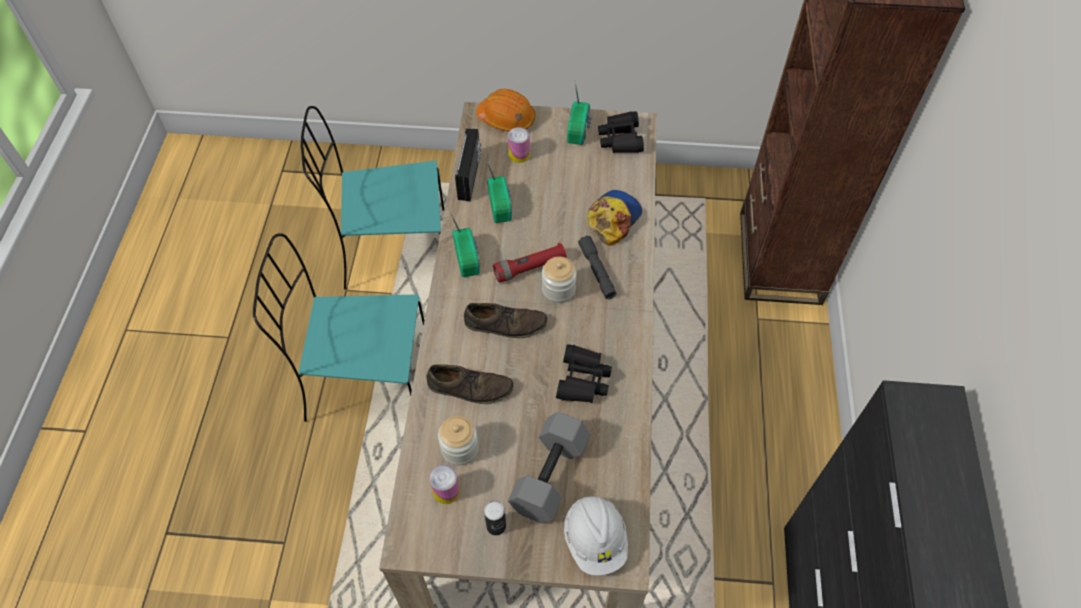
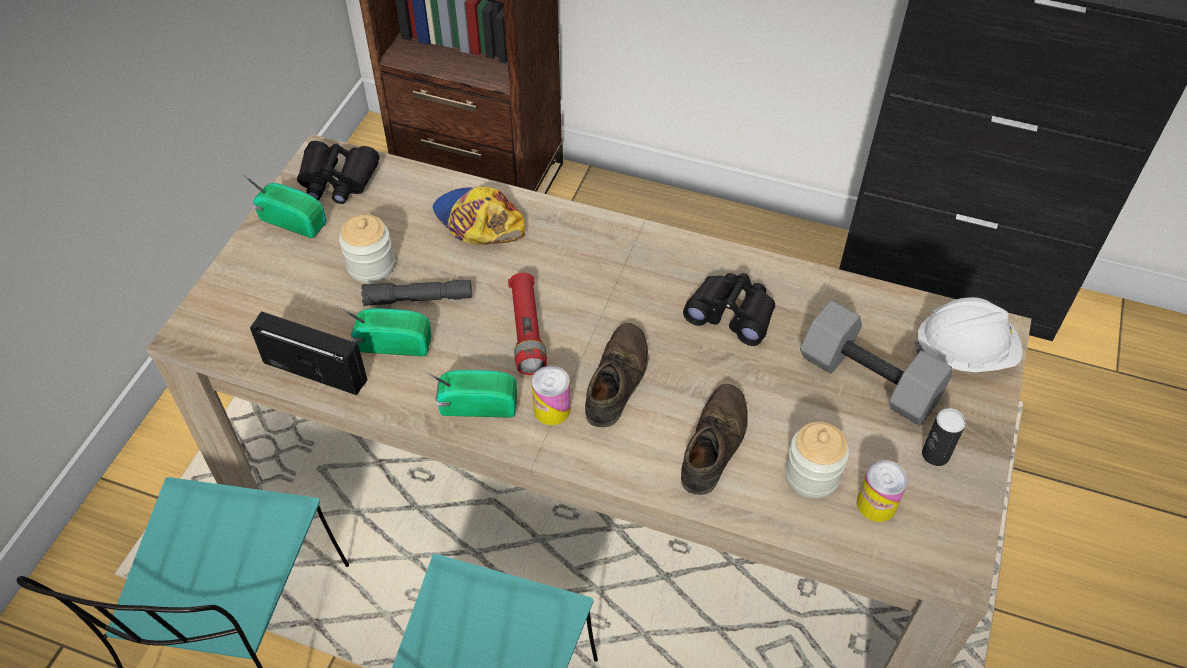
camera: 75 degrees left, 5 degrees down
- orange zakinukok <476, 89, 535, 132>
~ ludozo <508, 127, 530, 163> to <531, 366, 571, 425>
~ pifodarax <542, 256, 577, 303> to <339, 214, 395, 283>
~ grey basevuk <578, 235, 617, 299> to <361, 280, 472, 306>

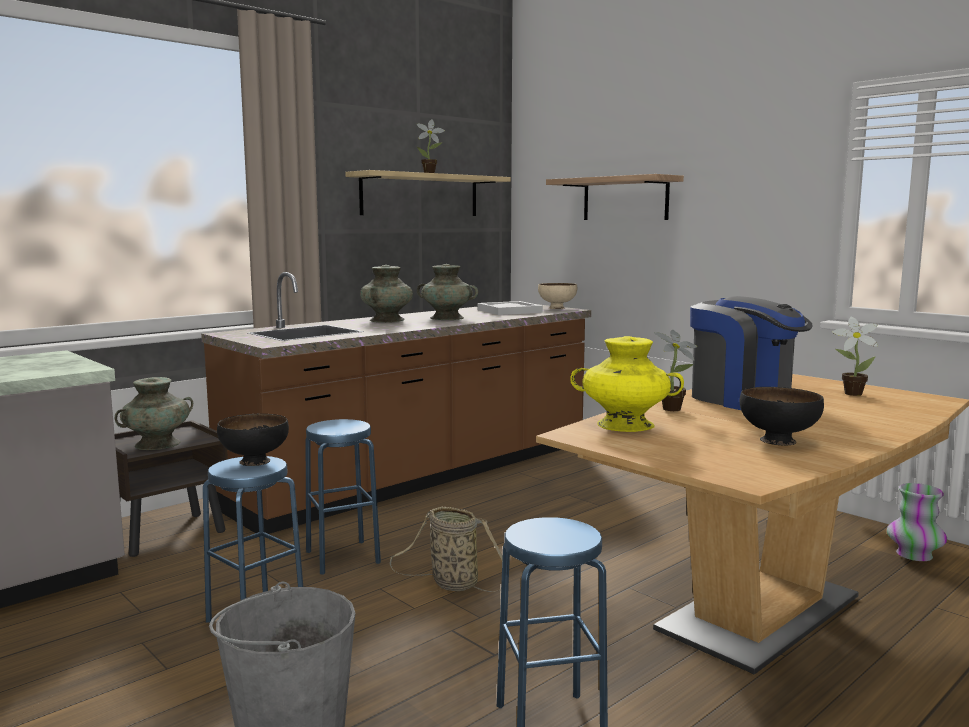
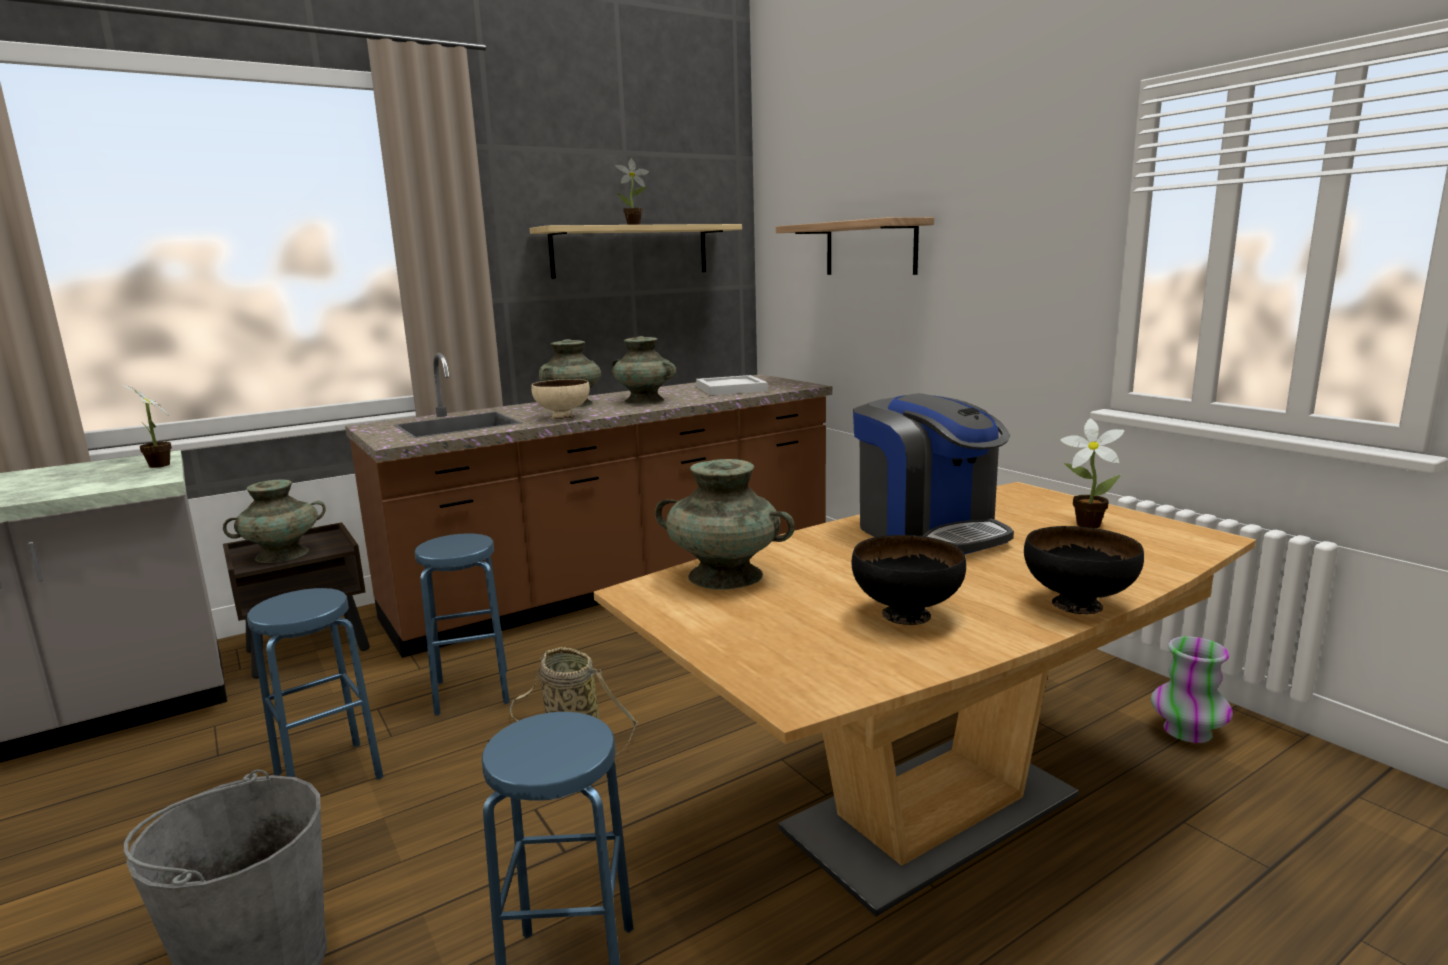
camera: 10 degrees right, 5 degrees up
~ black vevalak <217, 414, 289, 466> to <1024, 526, 1144, 614>
~ beige vevalak <538, 283, 577, 309> to <531, 379, 590, 420>
~ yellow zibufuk <570, 336, 684, 432> to turquoise zibufuk <655, 459, 795, 589>
~ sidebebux <654, 330, 697, 411> to <122, 385, 172, 468>

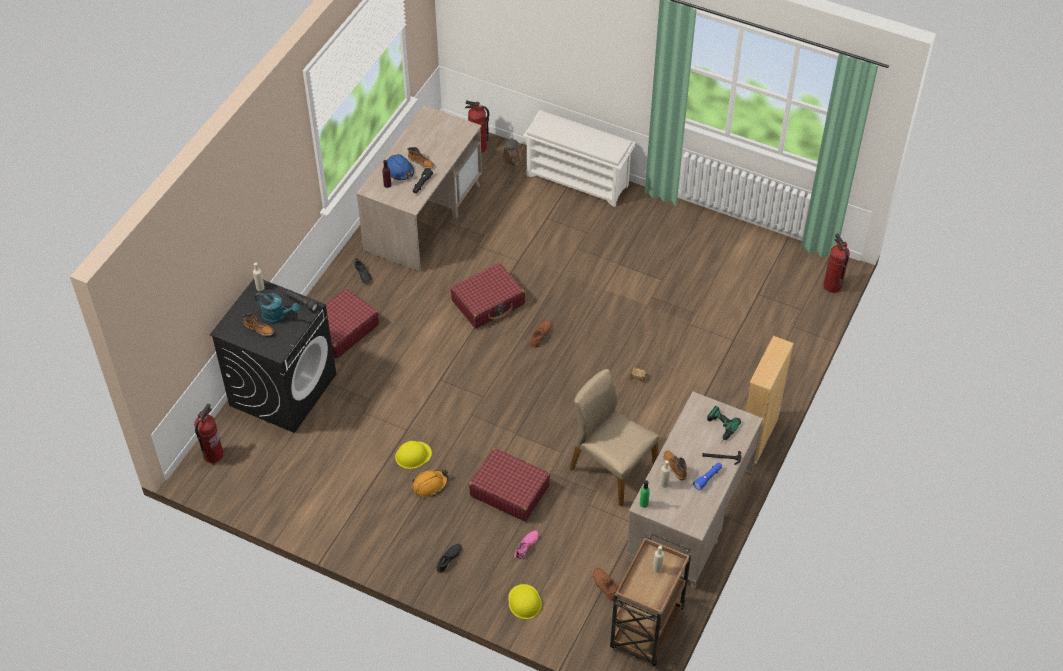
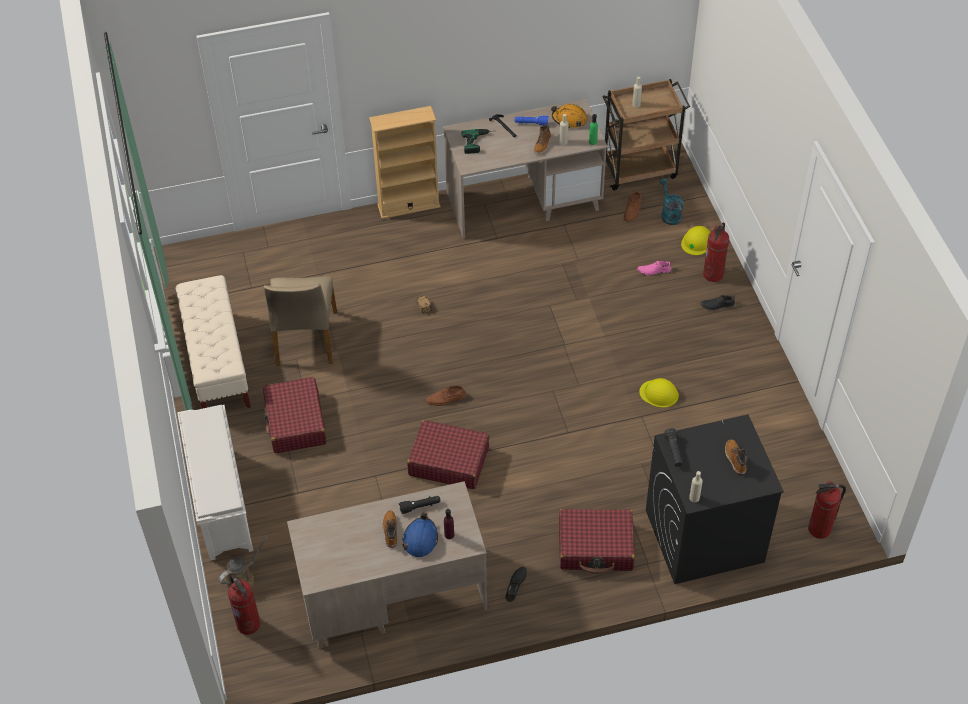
camera: 130 degrees left, 0 degrees up
~ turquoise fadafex <254, 292, 300, 324> to <659, 178, 684, 225>
~ orange zakinukok <412, 470, 448, 497> to <551, 104, 587, 128>
~ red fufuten <469, 448, 550, 521> to <263, 377, 326, 453>
~ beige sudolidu <570, 369, 659, 507> to <264, 276, 337, 366>
~ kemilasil <823, 234, 850, 293> to <703, 223, 729, 282>
+ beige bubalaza <176, 275, 251, 409>

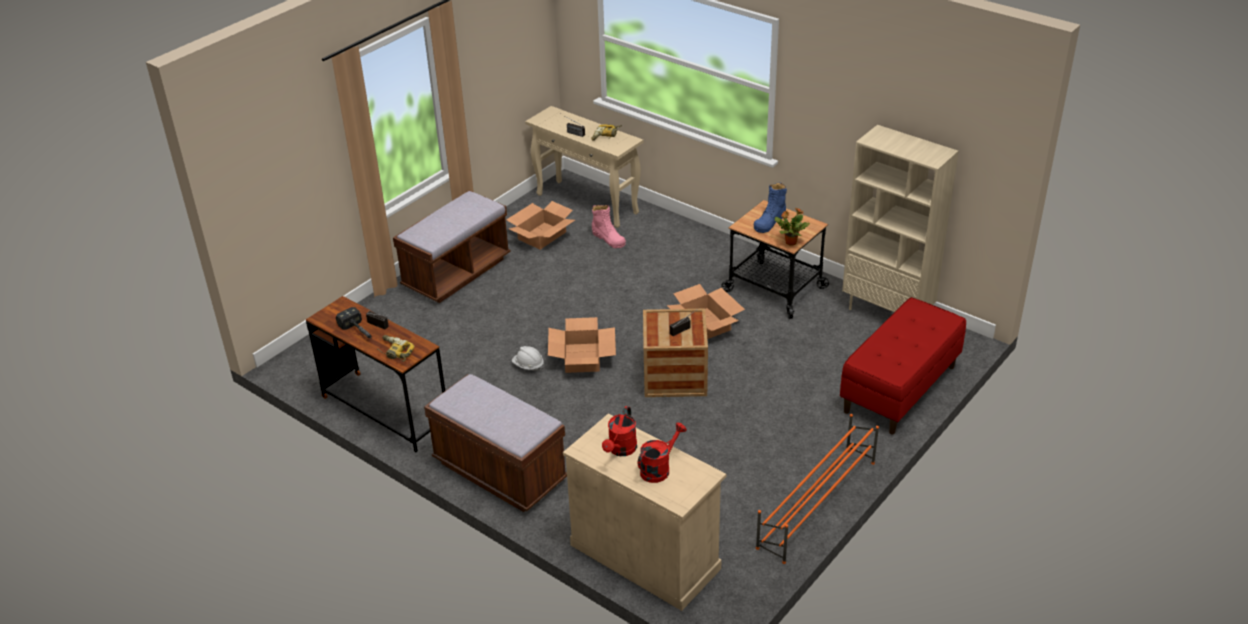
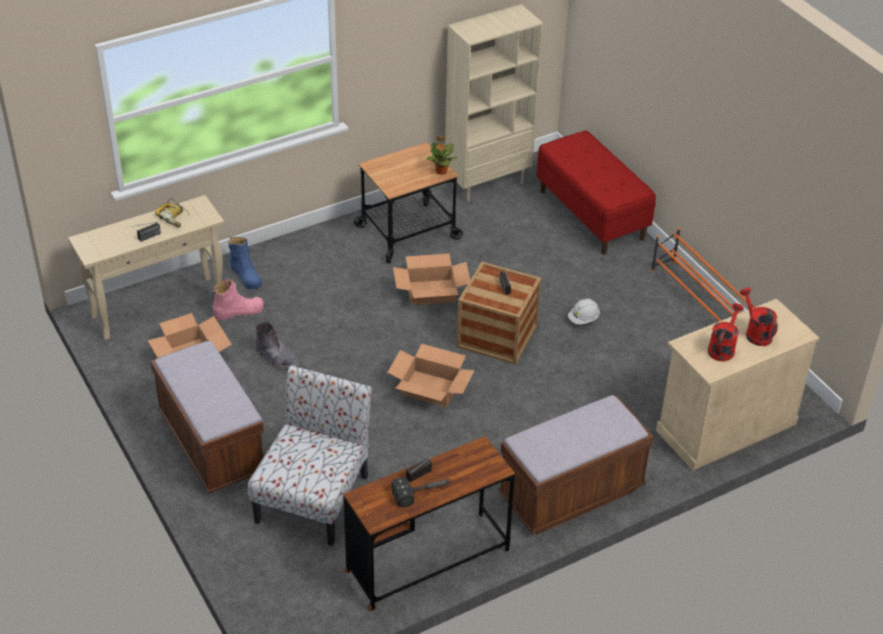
camera: 70 degrees left, 5 degrees up
- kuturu <378, 335, 415, 362>
~ white zakinukok <512, 346, 544, 371> to <568, 299, 600, 325>
~ red fadafex <602, 406, 637, 456> = <708, 303, 744, 361> 105 degrees counterclockwise
~ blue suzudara <754, 182, 787, 233> to <228, 237, 262, 289>
+ sudolidu <248, 366, 372, 546>
+ grey suzudara <255, 322, 299, 370>

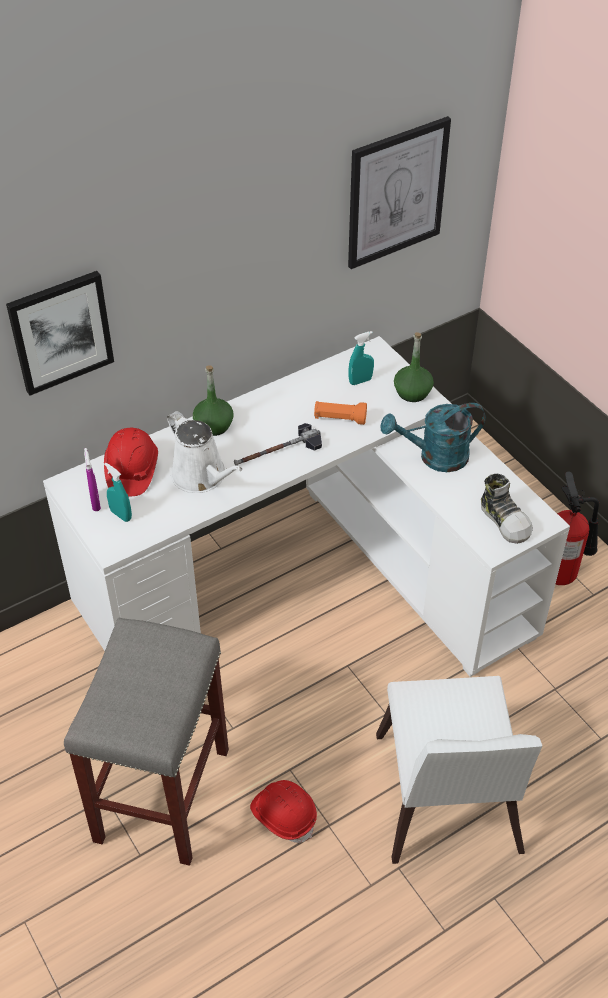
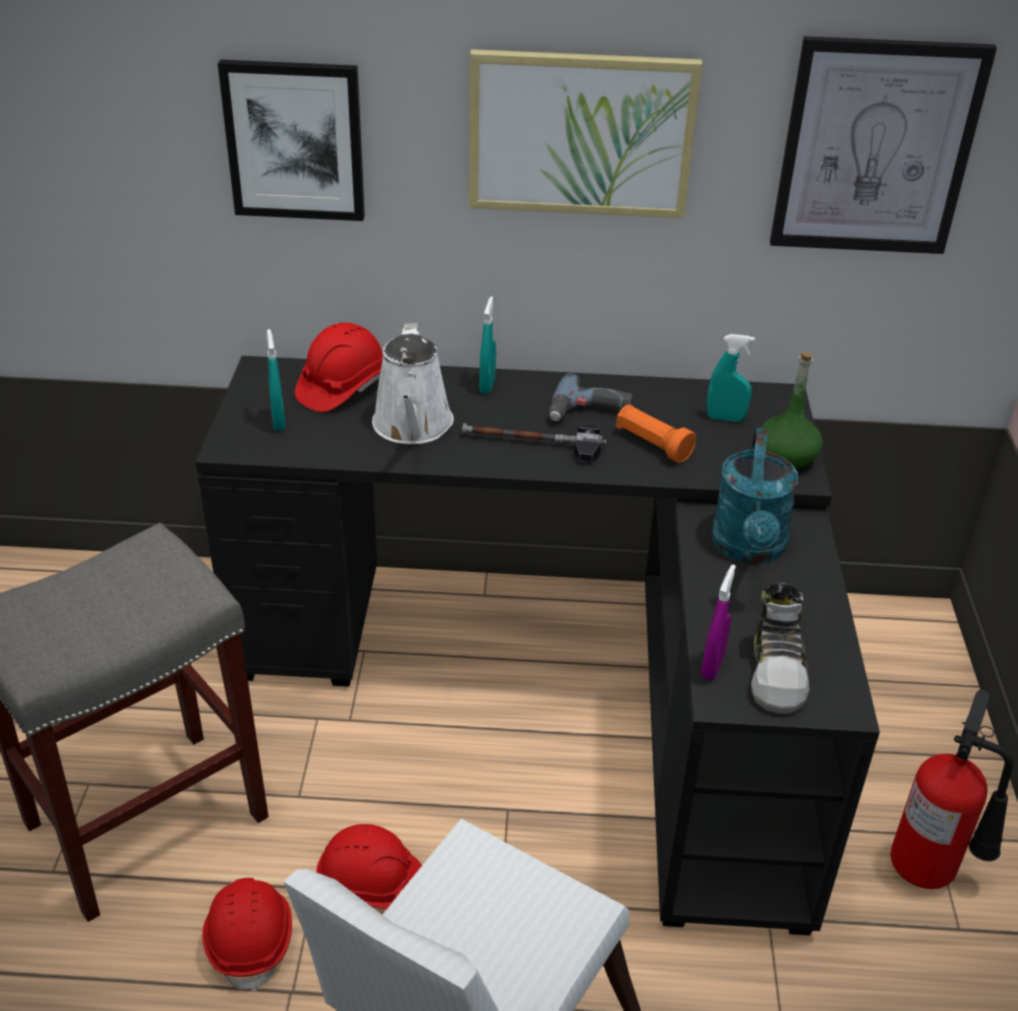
camera: 35 degrees right, 10 degrees down
~ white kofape <43, 336, 570, 677> to black kofape <196, 356, 880, 935>
~ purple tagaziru <84, 448, 101, 511> to <701, 565, 736, 680>
~ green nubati <193, 365, 234, 436> to turquoise tagaziru <479, 296, 496, 394>
~ turquoise fadafex <381, 403, 486, 472> = <712, 428, 798, 564> 105 degrees counterclockwise
+ red zakinukok <316, 824, 422, 910>
+ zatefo <469, 49, 702, 218>
+ kuturu <548, 373, 633, 421>

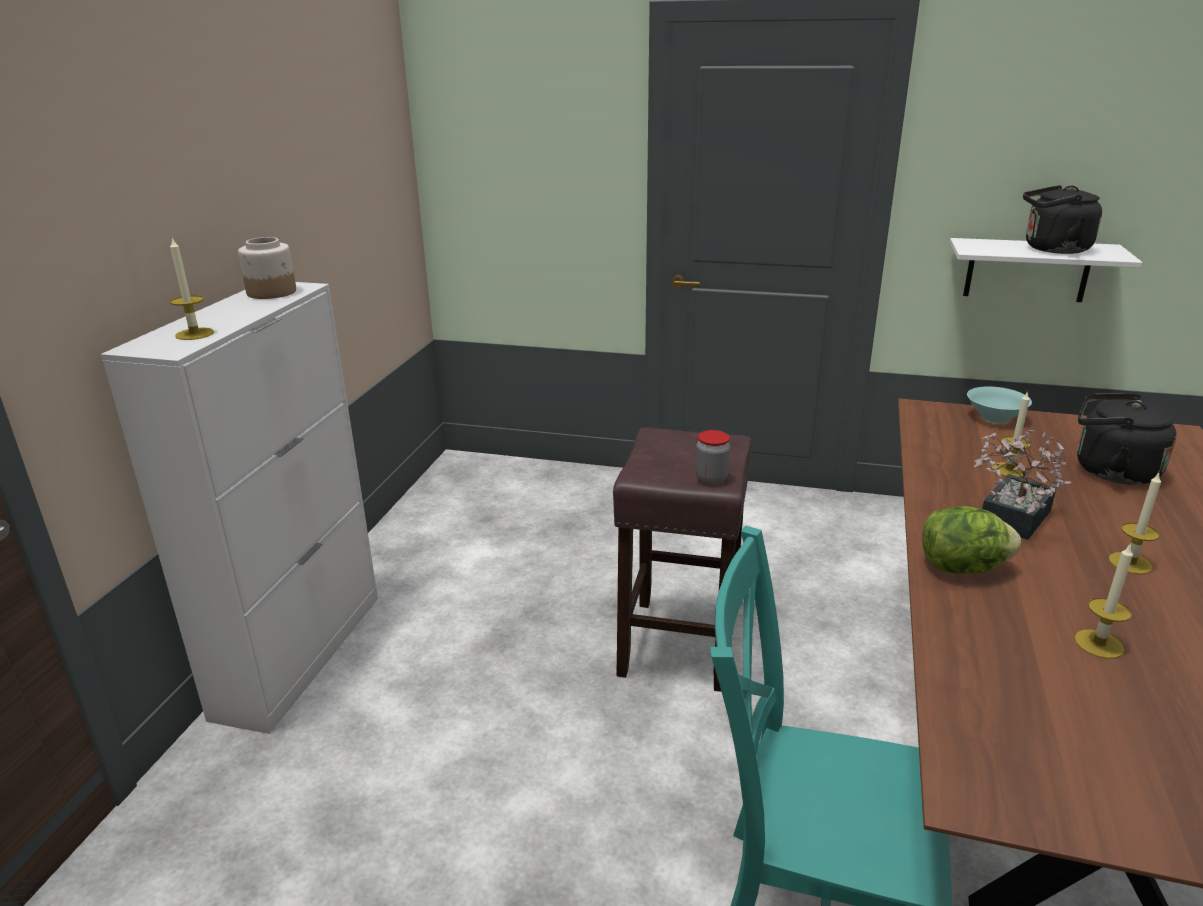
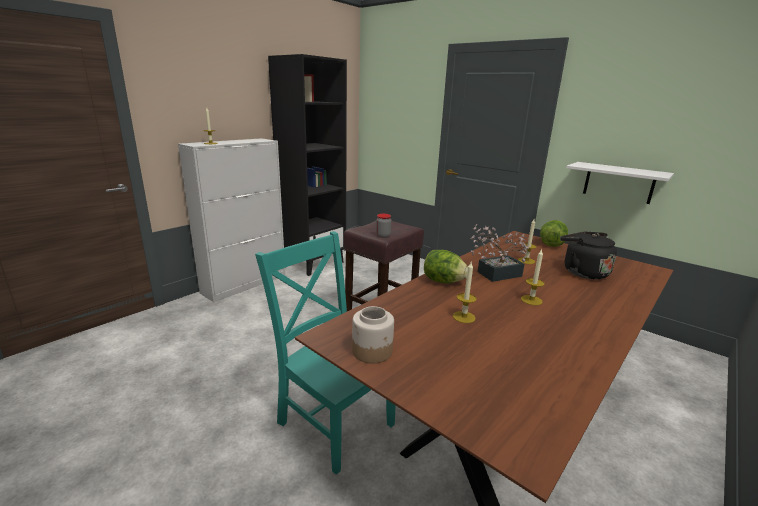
camera: 25 degrees right, 5 degrees down
~ pifodarax <238, 237, 296, 299> to <352, 306, 394, 363>
~ turquoise vevalak <967, 386, 1032, 424> to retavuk <540, 220, 568, 247>
- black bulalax <1023, 185, 1102, 254>
+ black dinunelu <268, 54, 347, 276>

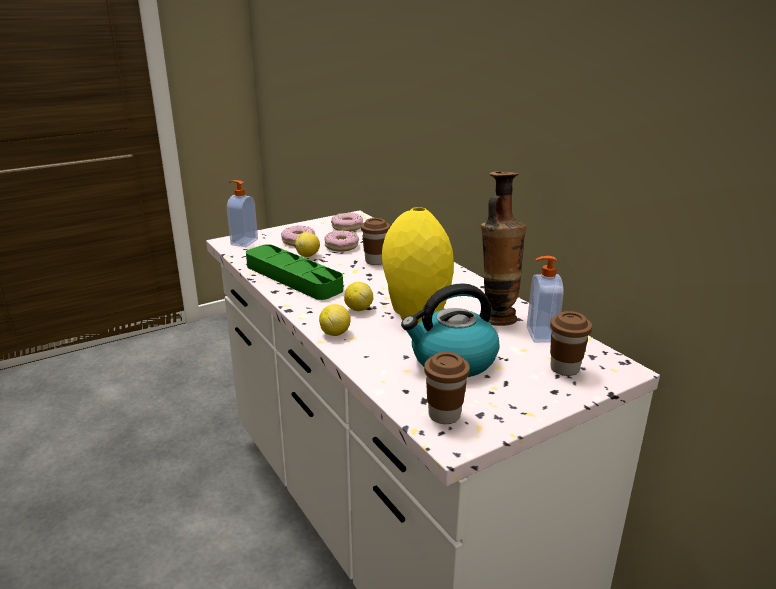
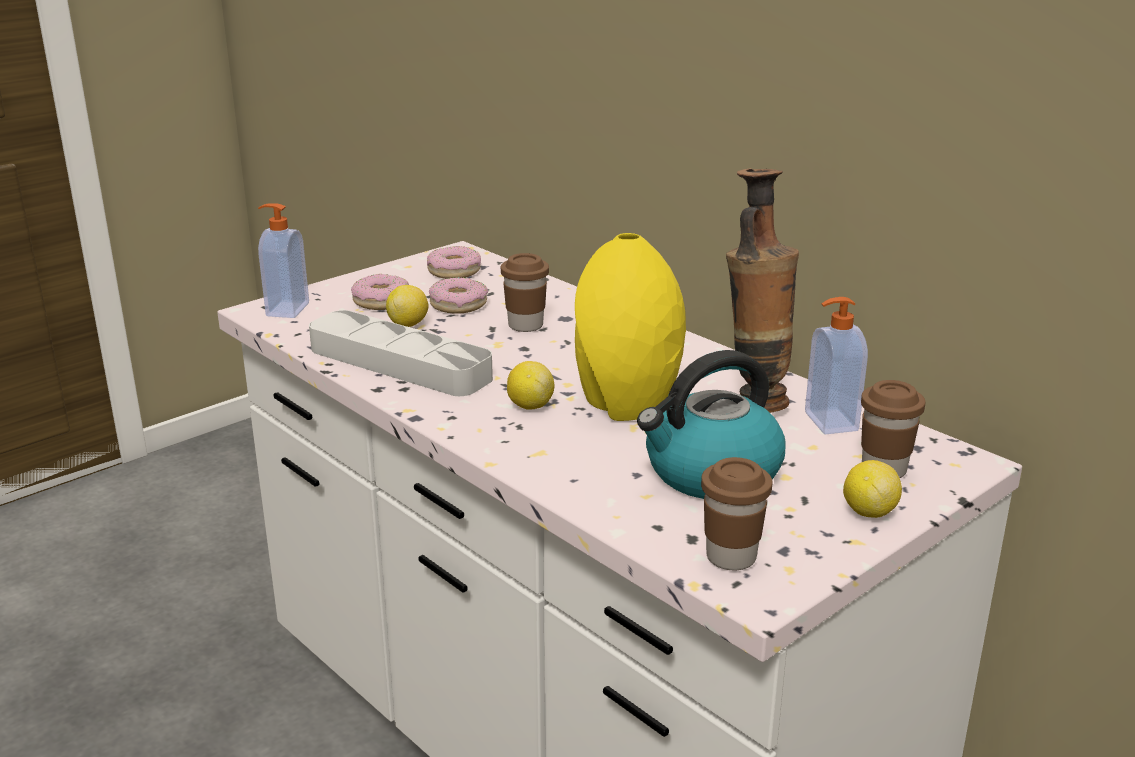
camera: 10 degrees left, 0 degrees up
~ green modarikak <246, 244, 343, 300> to grey modarikak <309, 310, 493, 396>
~ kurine <319, 304, 351, 336> to <843, 460, 902, 518>

